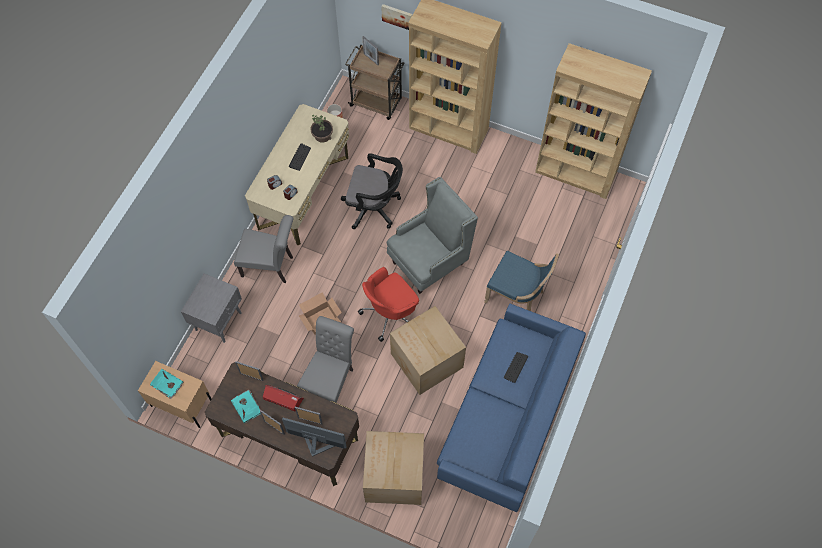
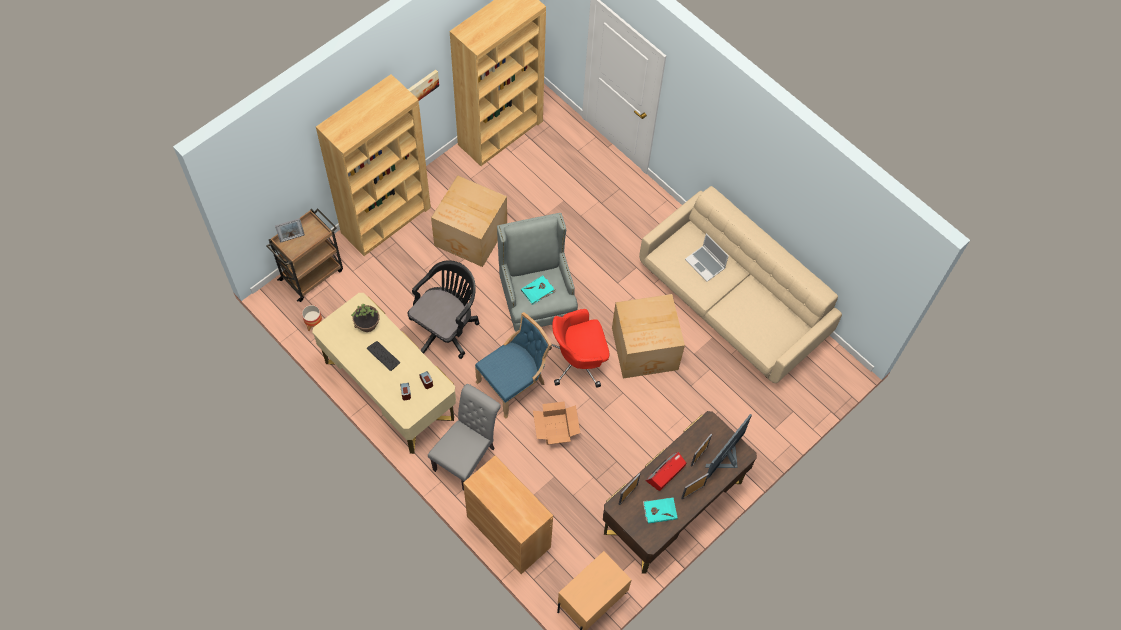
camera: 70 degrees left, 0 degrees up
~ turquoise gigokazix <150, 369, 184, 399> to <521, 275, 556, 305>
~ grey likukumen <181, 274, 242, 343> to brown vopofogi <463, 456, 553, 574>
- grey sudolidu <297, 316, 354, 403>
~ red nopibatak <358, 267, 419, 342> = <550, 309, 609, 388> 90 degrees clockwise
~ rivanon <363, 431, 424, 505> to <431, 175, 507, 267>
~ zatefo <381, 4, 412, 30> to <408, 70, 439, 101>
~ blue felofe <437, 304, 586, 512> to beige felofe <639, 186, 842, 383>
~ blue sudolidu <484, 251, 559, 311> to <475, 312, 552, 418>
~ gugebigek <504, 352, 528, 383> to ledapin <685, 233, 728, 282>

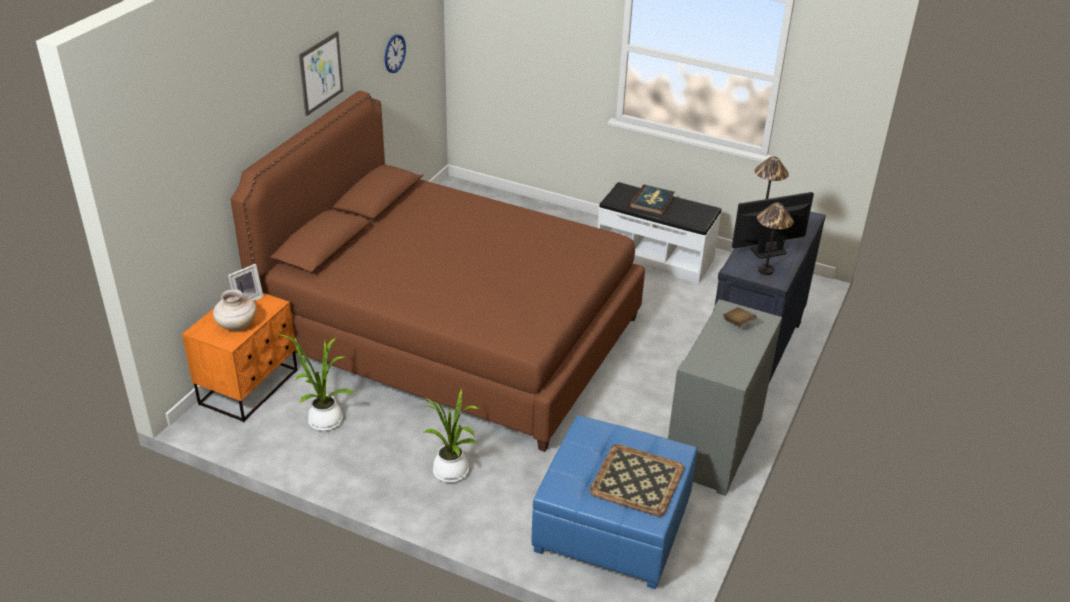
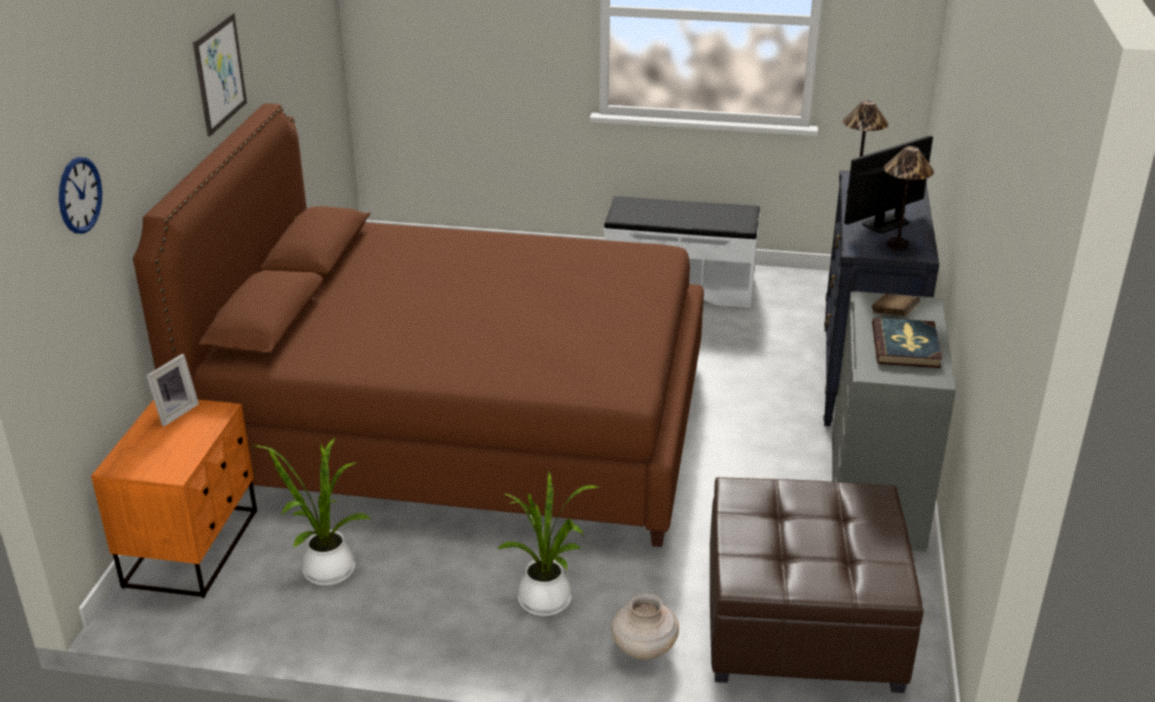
camera: 15 degrees left, 5 degrees down
~ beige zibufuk <213, 289, 257, 331> to <611, 593, 679, 660>
~ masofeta <385, 34, 406, 73> to <59, 157, 102, 234>
~ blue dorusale <532, 415, 698, 589> to brown dorusale <710, 477, 924, 693>
- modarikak <589, 444, 684, 517>
~ gigokazix <629, 185, 675, 216> to <872, 318, 942, 368>

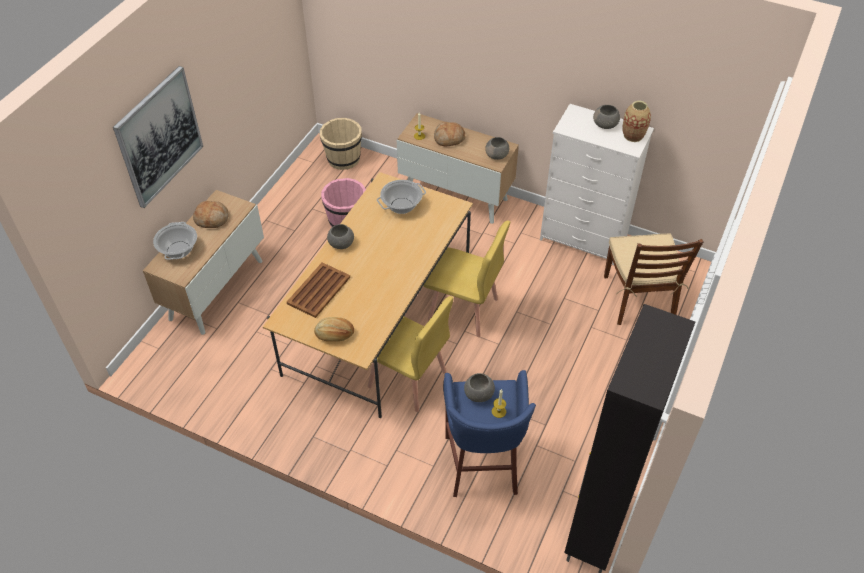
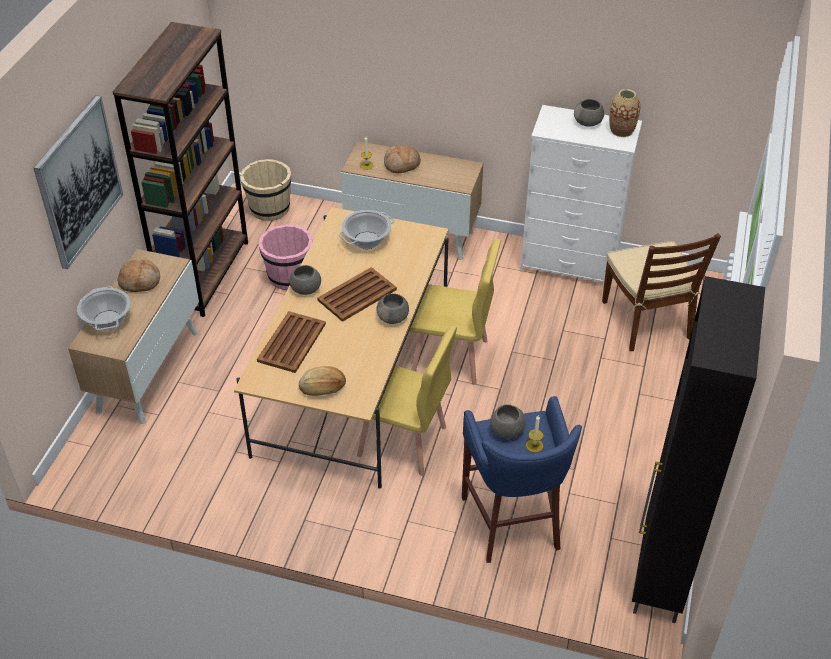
camera: 10 degrees left, 5 degrees down
~ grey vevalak <485, 137, 509, 160> to <376, 293, 409, 324>
+ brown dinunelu <113, 22, 248, 317>
+ brown modarikak <317, 267, 397, 322>

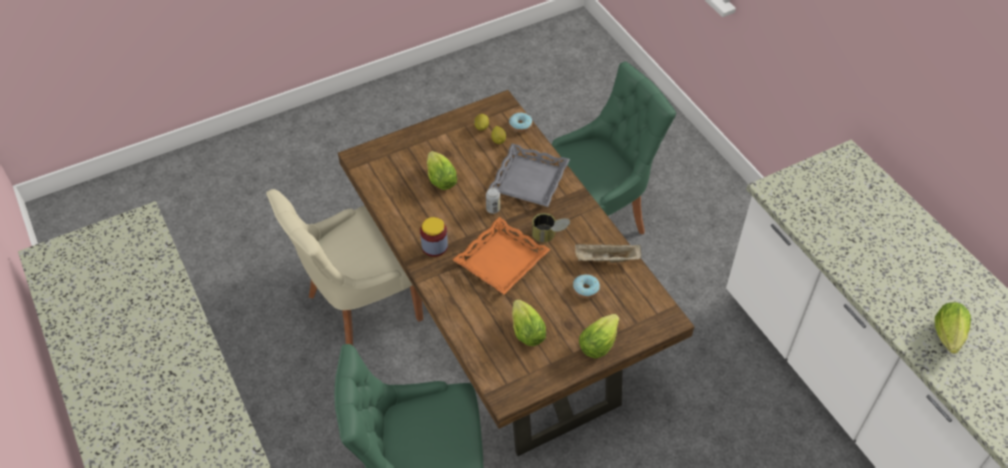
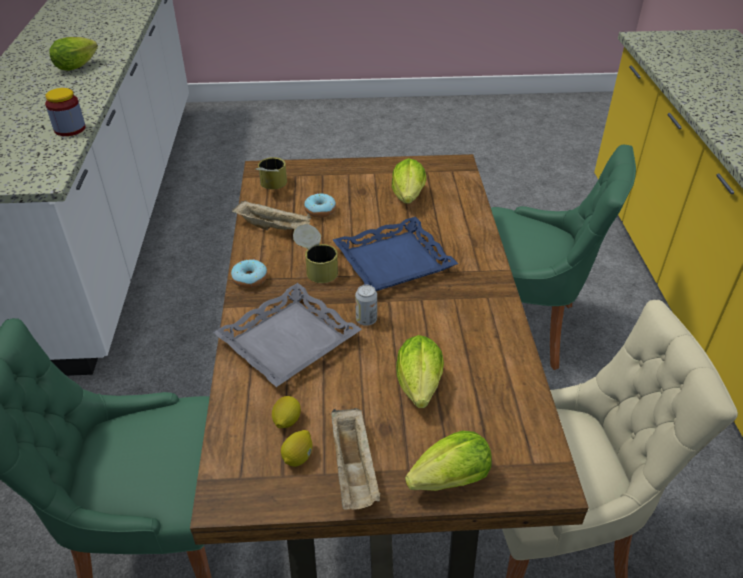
camera: 155 degrees left, 10 degrees down
~ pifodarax <420, 217, 448, 257> to <45, 88, 86, 136>
~ orange modarikak <453, 217, 551, 295> to blue modarikak <333, 217, 458, 291>
~ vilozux <509, 113, 532, 133> to <231, 260, 268, 288>
~ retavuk <579, 314, 619, 359> to <405, 431, 492, 491>
+ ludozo <255, 157, 287, 190>
+ beige modarikak <331, 408, 380, 510>

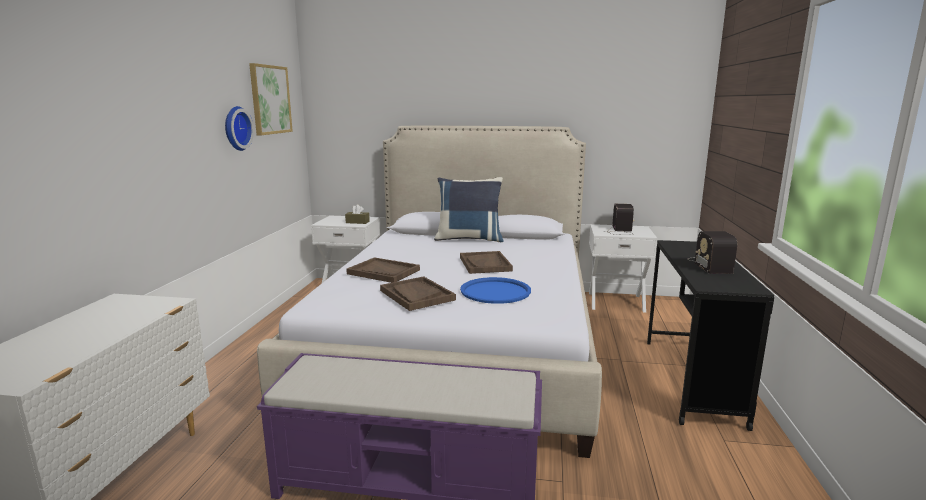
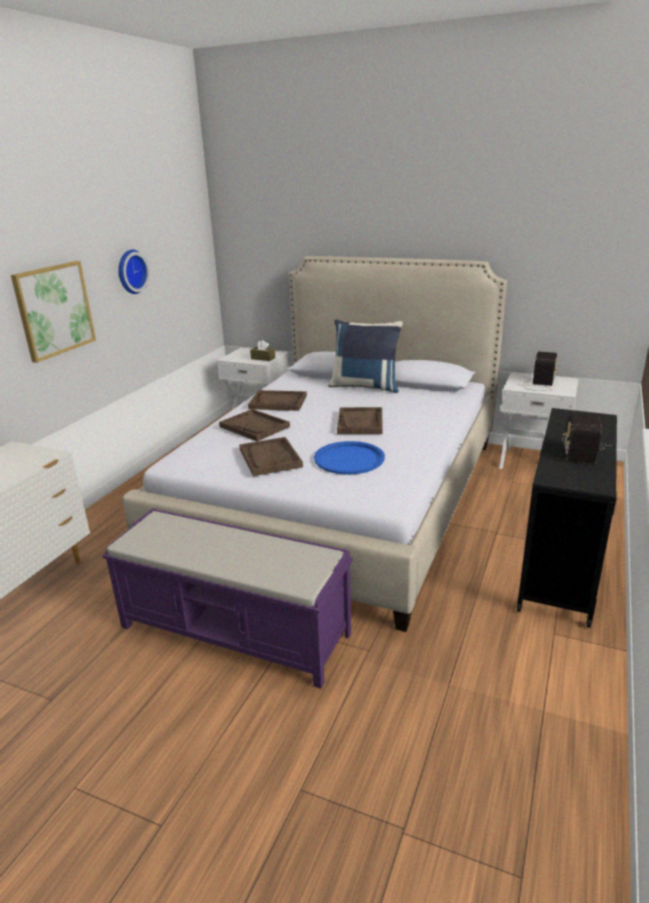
camera: 15 degrees right, 10 degrees up
~ zatefo <249, 63, 293, 135> to <11, 261, 96, 363>
+ brown modarikak <248, 390, 307, 411>

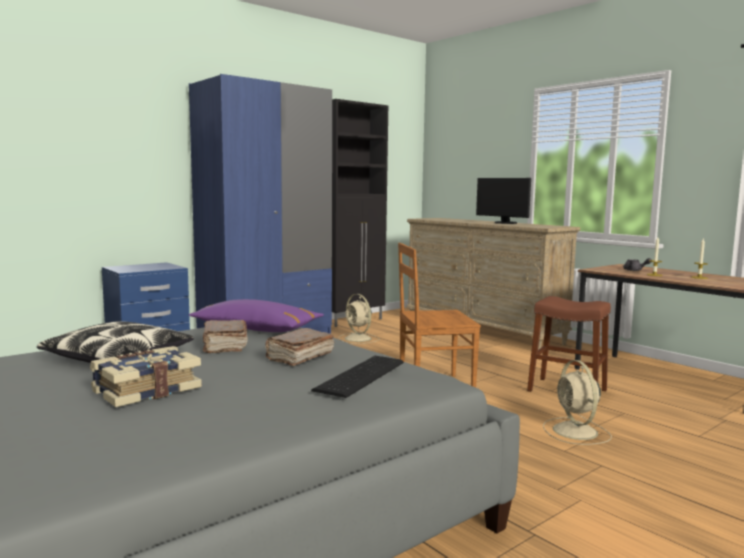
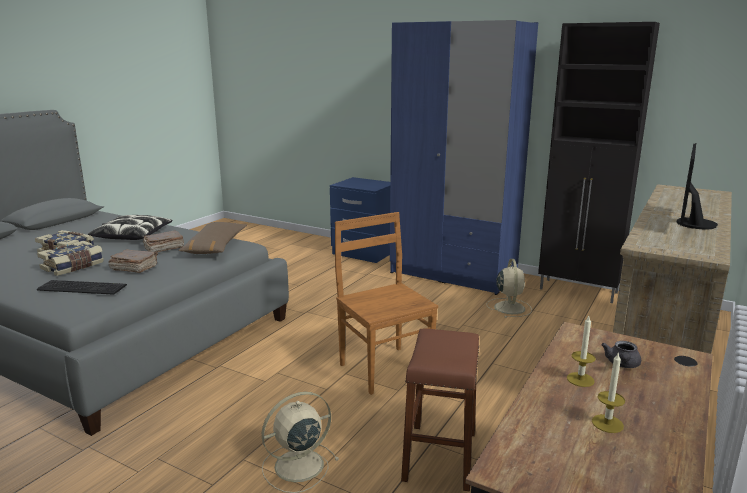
camera: 70 degrees right, 10 degrees up
~ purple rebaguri <189, 299, 324, 332> to brown rebaguri <178, 222, 247, 254>
~ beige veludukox <338, 294, 378, 344> = <486, 259, 532, 318> 150 degrees clockwise
+ gigokazix <37, 241, 104, 276>

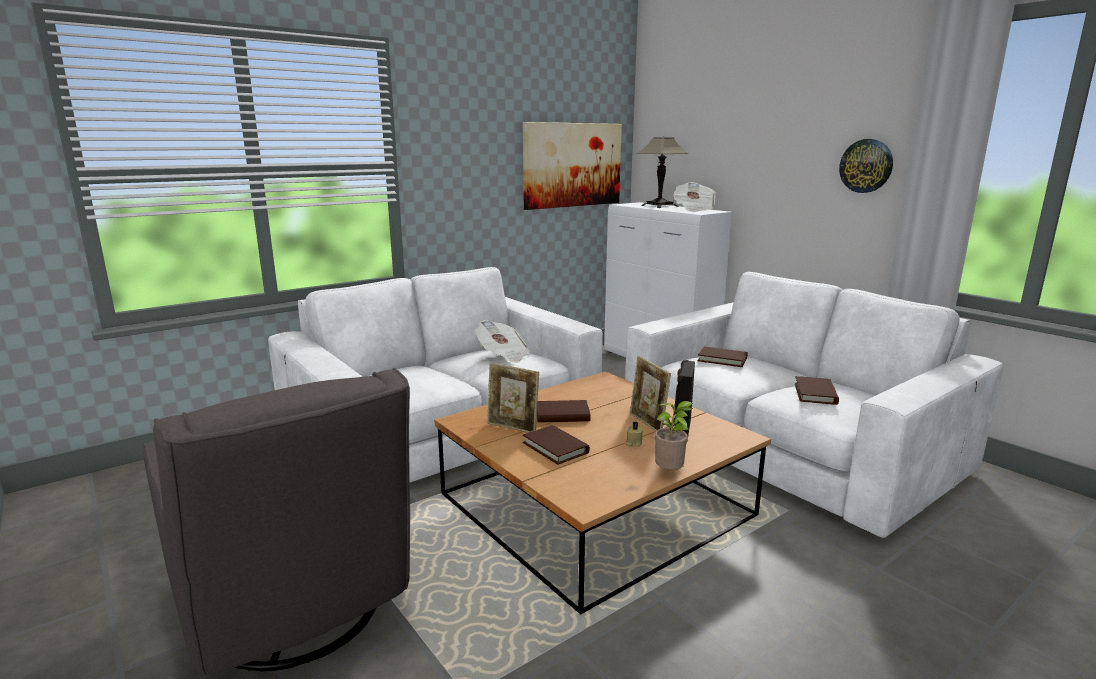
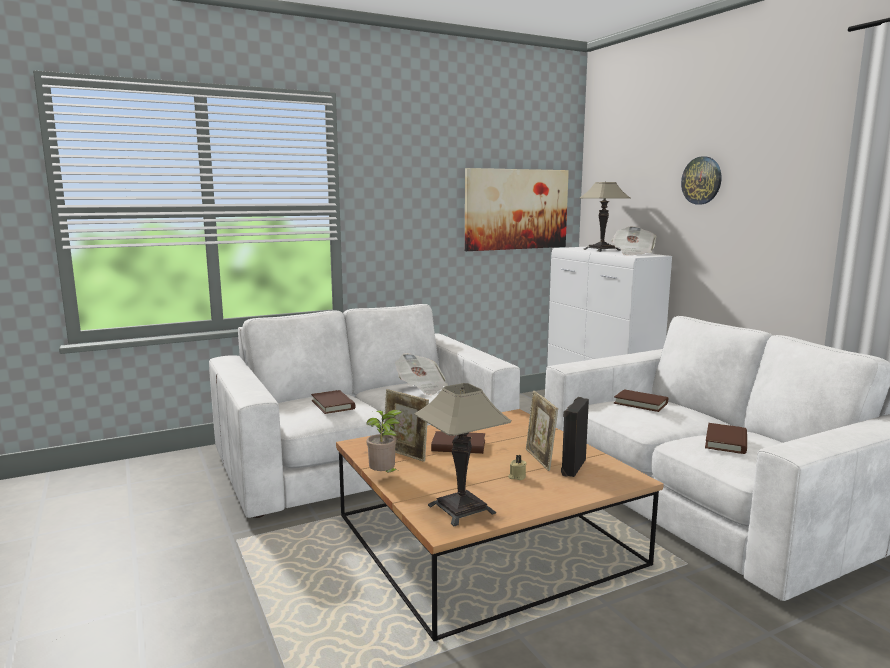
camera: 10 degrees right, 5 degrees down
- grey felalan <143, 368, 410, 675>
~ brown gigokazix <523, 425, 590, 465> to <311, 390, 356, 414>
~ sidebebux <654, 401, 693, 470> to <366, 410, 402, 473>
~ masofeta <839, 139, 893, 193> to <681, 156, 721, 205>
+ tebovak <414, 383, 511, 526>

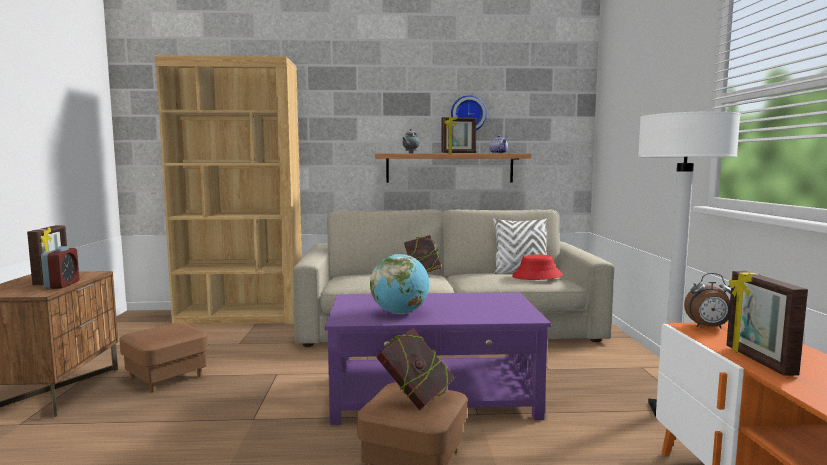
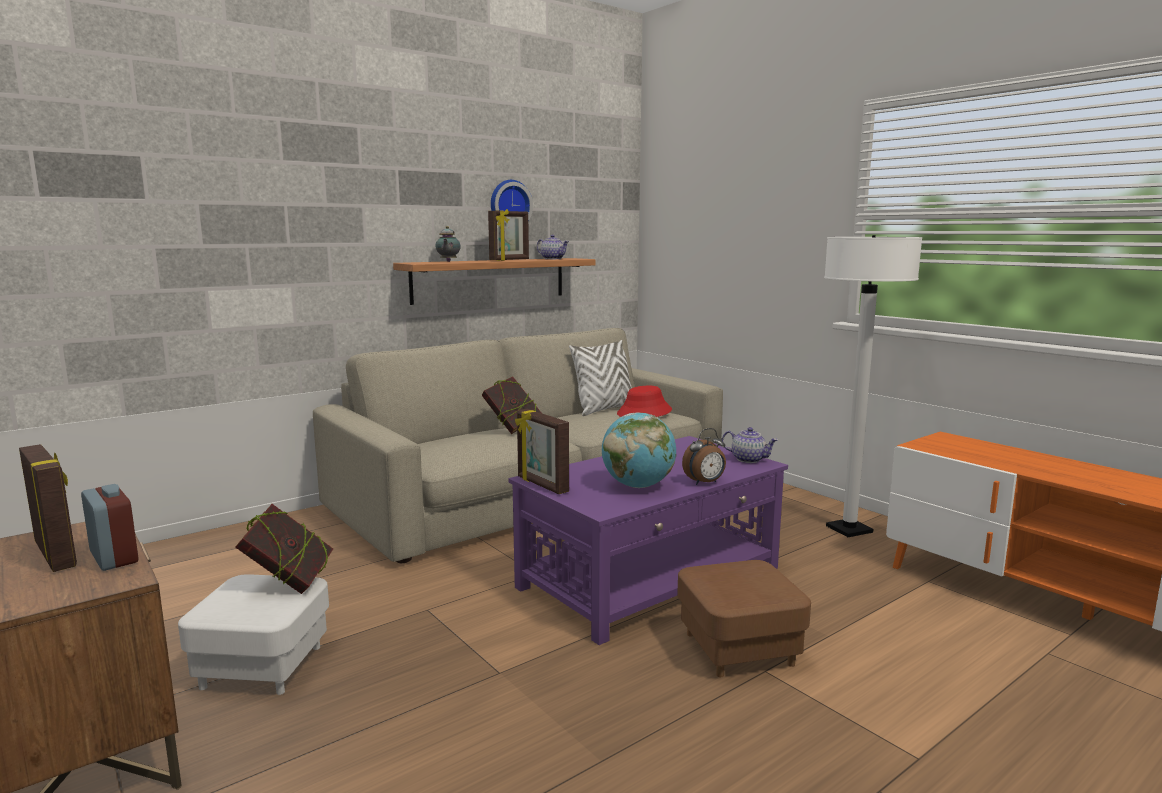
camera: 35 degrees left, 5 degrees up
~ brown dorusale <119, 323, 208, 392> to white dorusale <178, 574, 329, 695>
- brown dinunelu <154, 55, 302, 324>
~ gigokazix <376, 328, 455, 411> to <235, 504, 333, 594>
~ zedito <684, 273, 731, 328> to <682, 428, 726, 485>
~ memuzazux <727, 271, 808, 376> to <515, 409, 569, 494>
+ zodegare <722, 427, 778, 463>

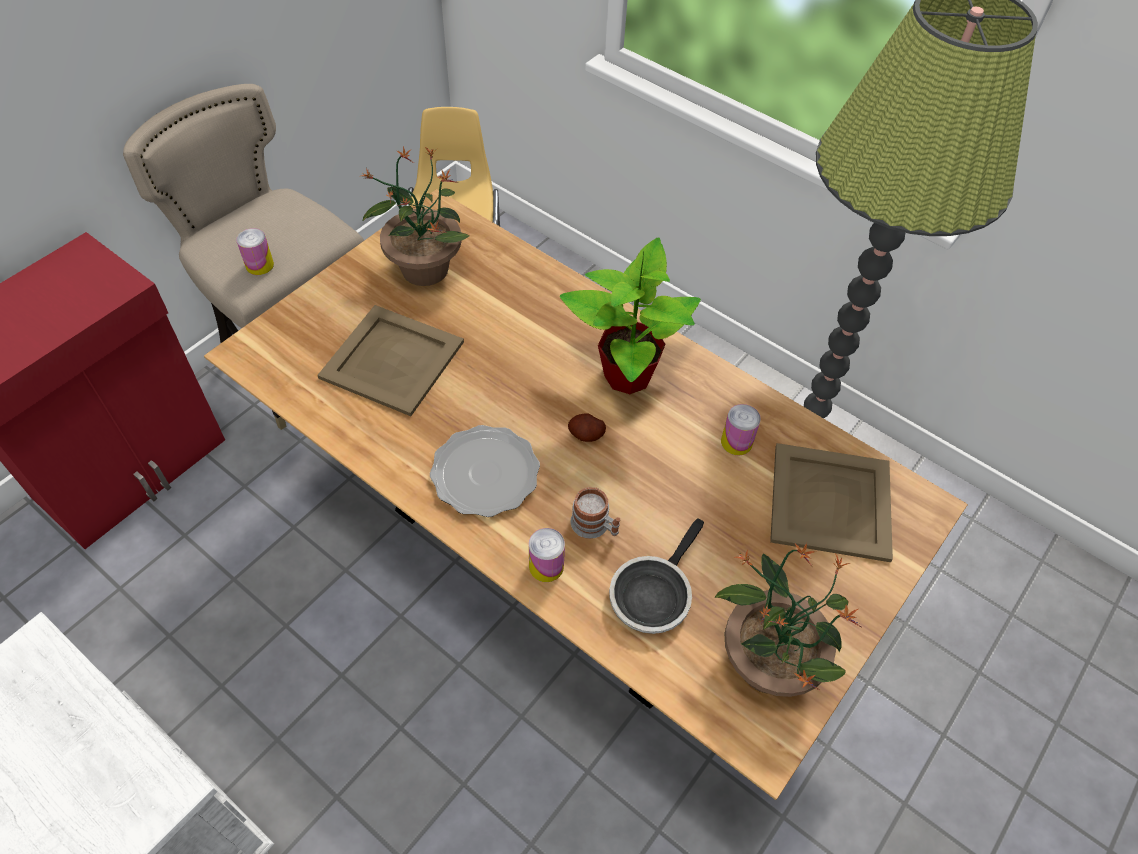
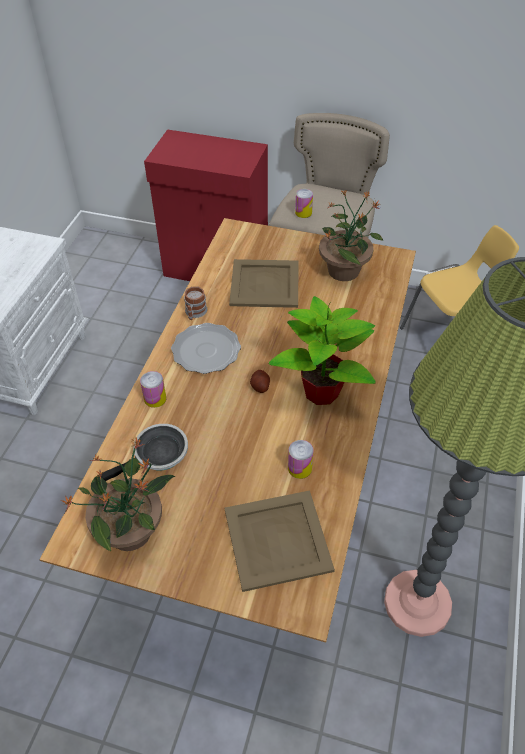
camera: 70 degrees right, 5 degrees down
~ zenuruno <571, 487, 620, 539> to <184, 286, 207, 320>
~ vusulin <609, 518, 704, 634> = <98, 424, 188, 481> 135 degrees clockwise

